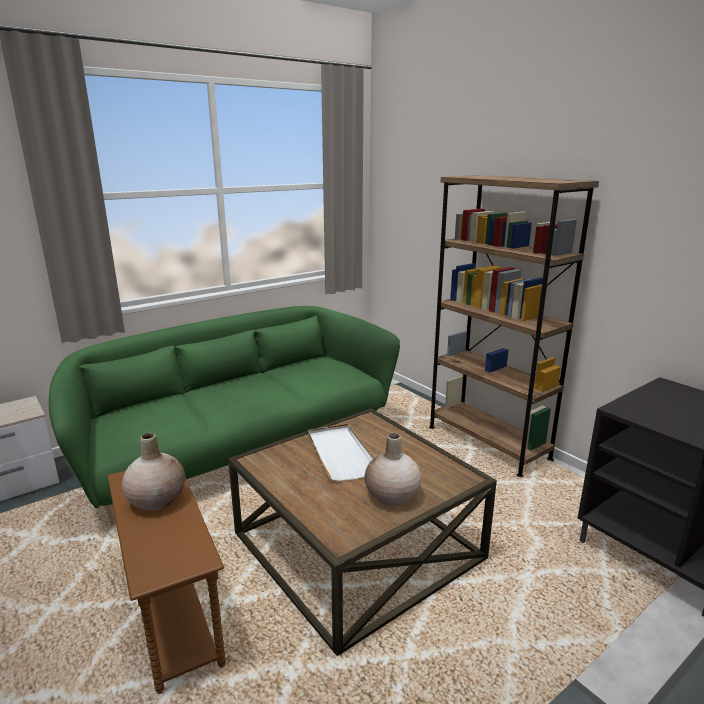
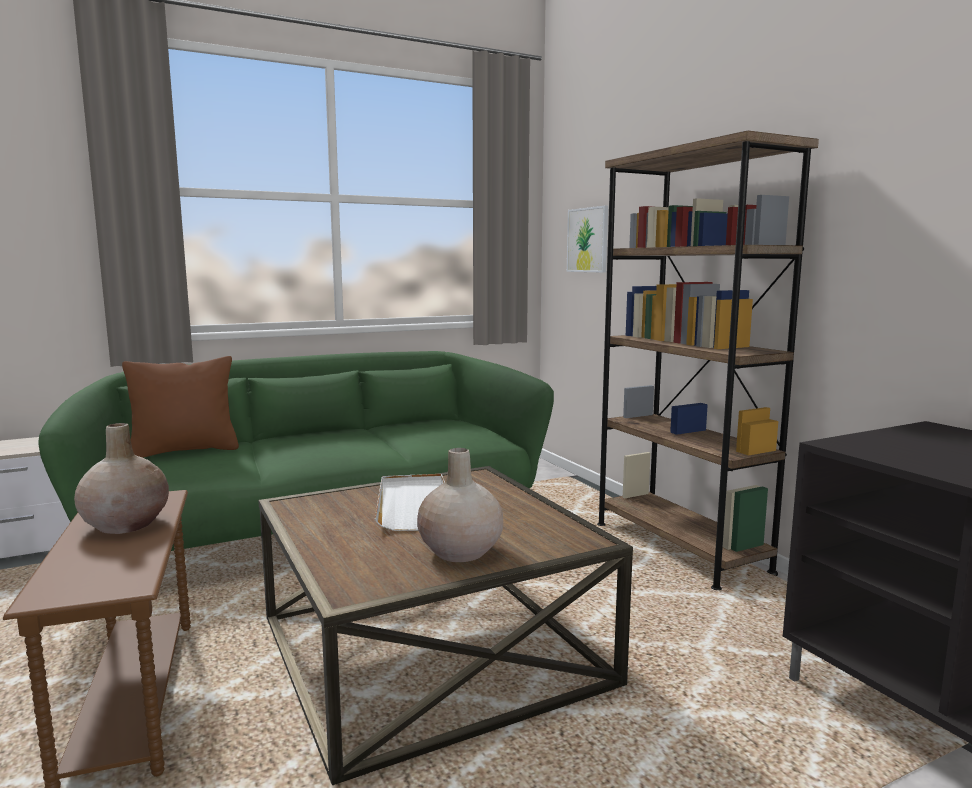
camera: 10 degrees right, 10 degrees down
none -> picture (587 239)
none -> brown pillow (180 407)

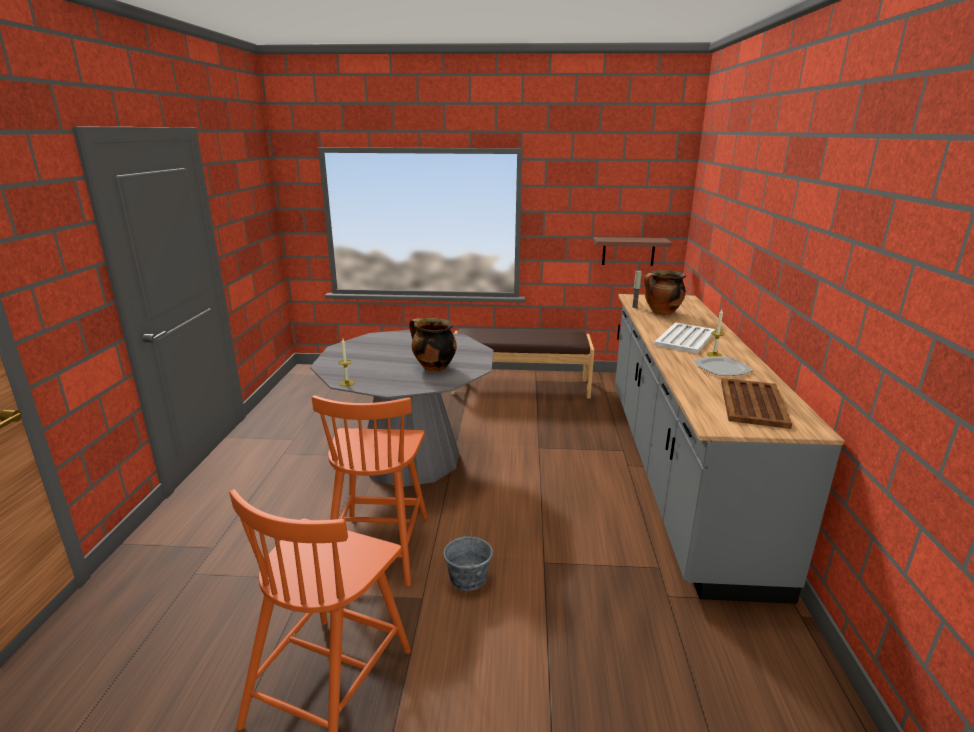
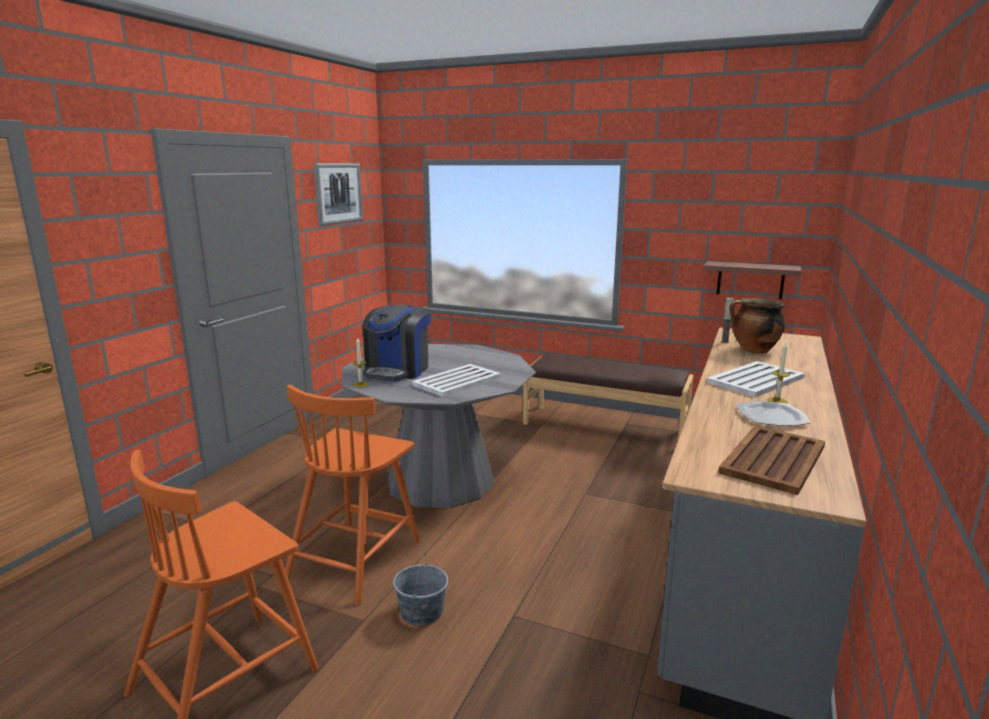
camera: 20 degrees right, 5 degrees down
cooking pot (433 345) -> white tray (456 380)
none -> picture (338 194)
none -> coffee machine (397 343)

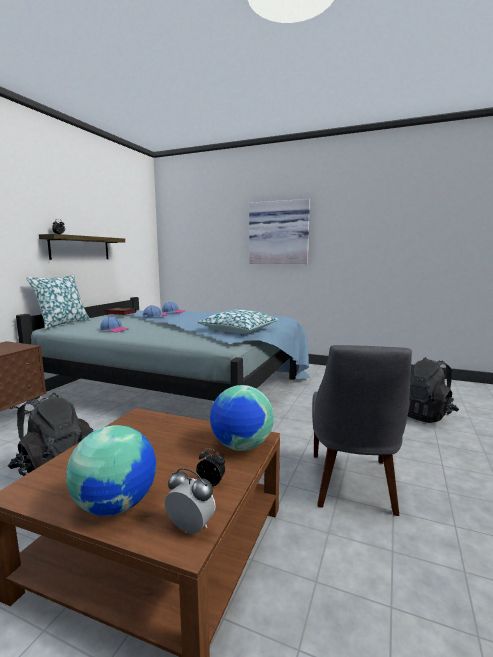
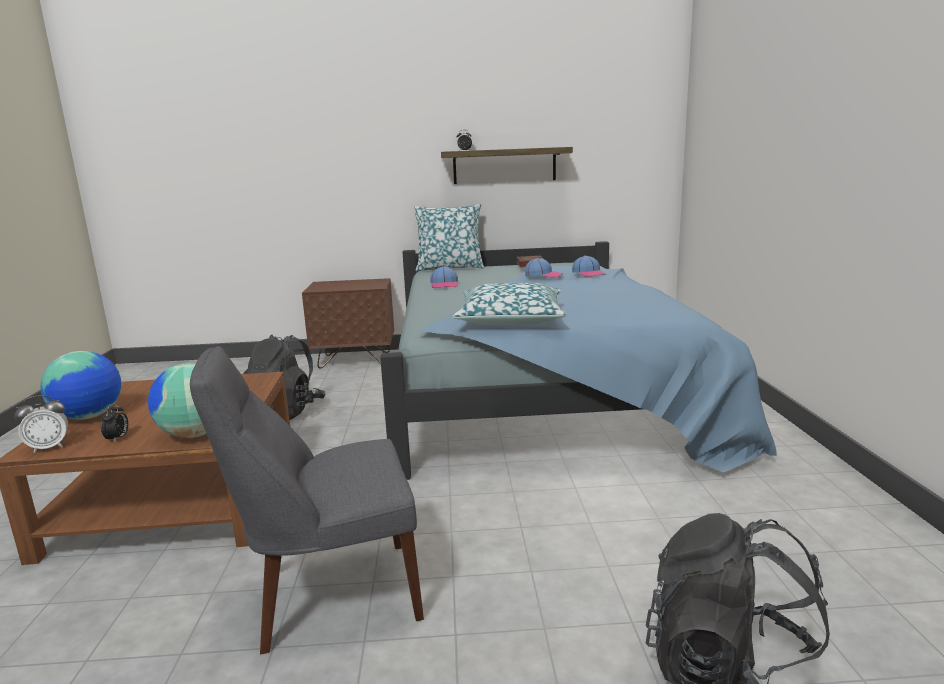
camera: 65 degrees right, 5 degrees up
picture (279 231) -> none
alarm clock (190 501) -> alarm clock (41 424), 60 degrees clockwise

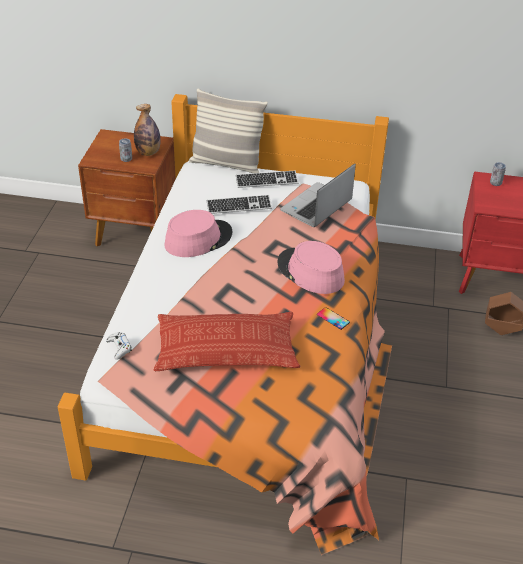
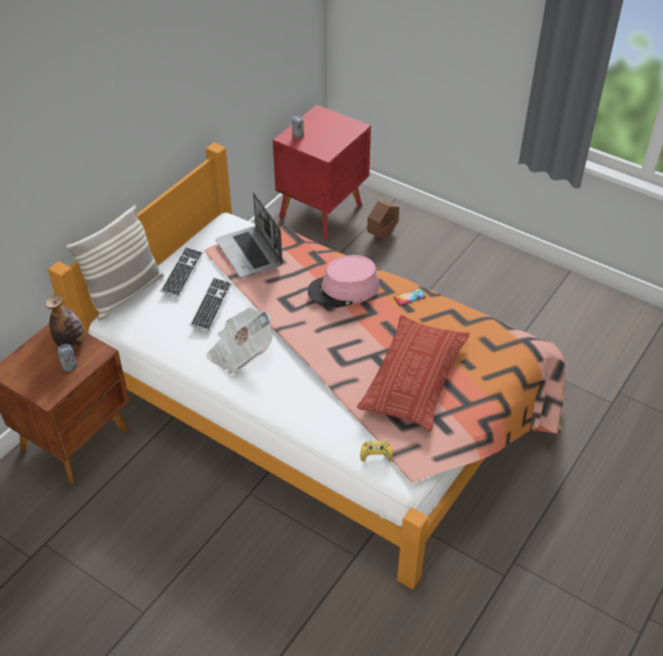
camera: 65 degrees left, 5 degrees up
pink hat (198 233) -> newspaper (240 341)
white game controller (119 346) -> yellow game controller (376 451)

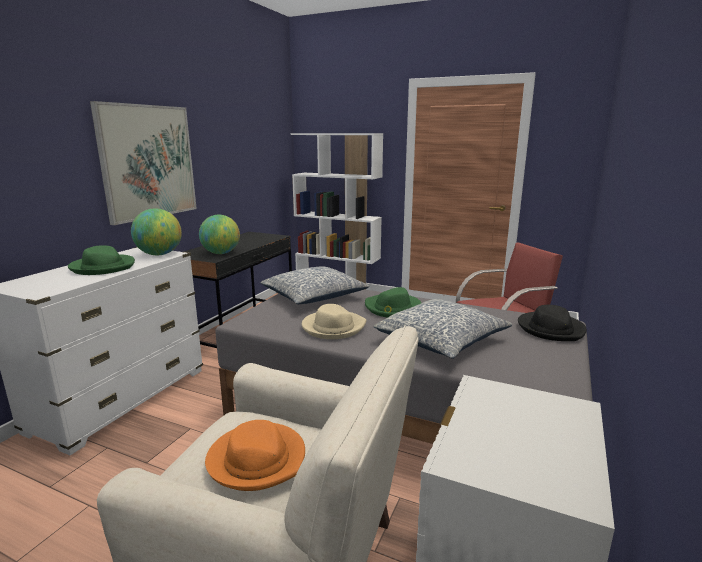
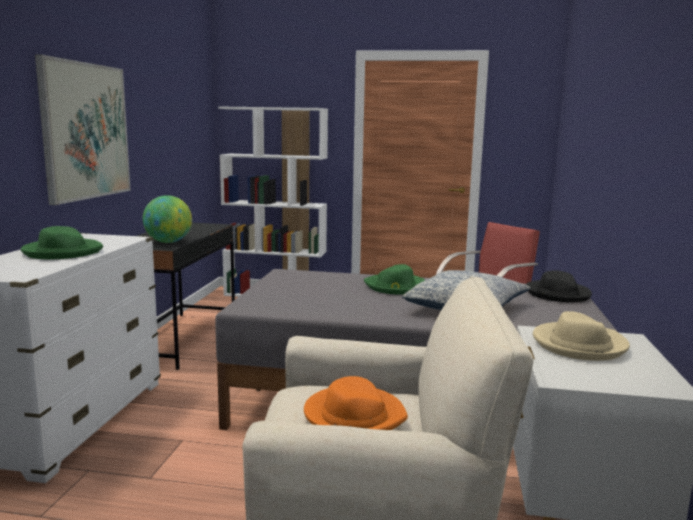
camera: 15 degrees left, 5 degrees down
globe (156 231) -> none
pillow (314 285) -> none
beige hat (334 321) -> beige hat (581 336), relocated

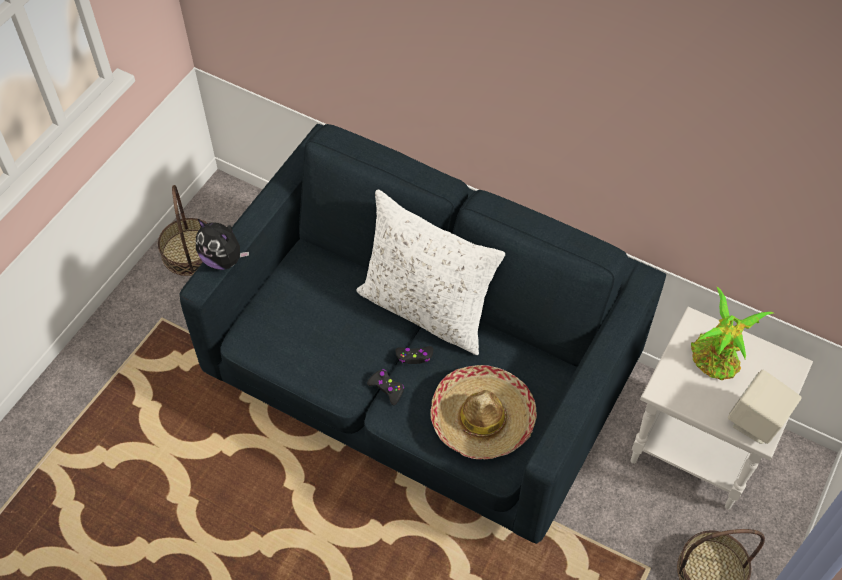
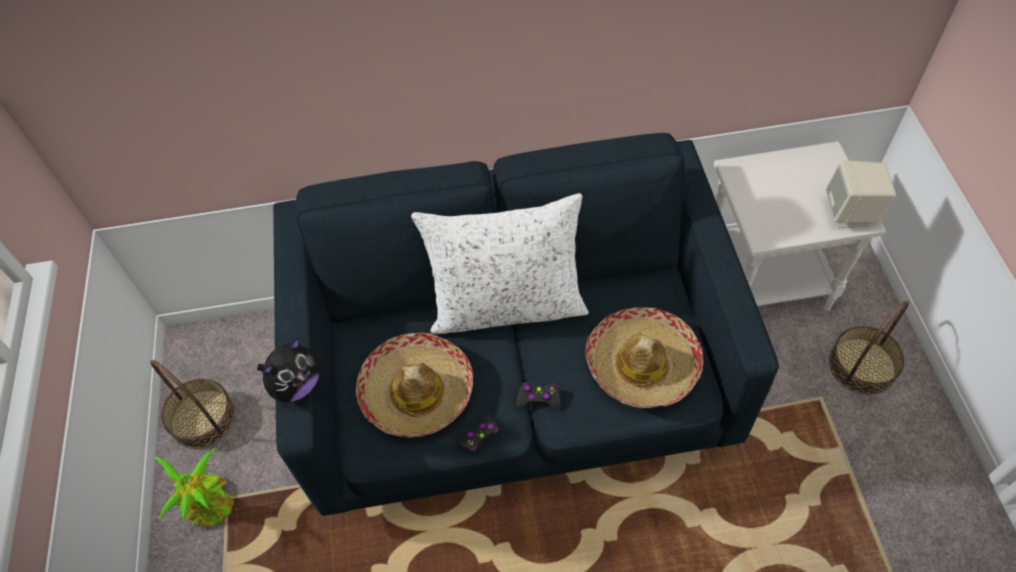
camera: 35 degrees left, 0 degrees up
plush toy (222 244) -> plush toy (288 370), 45 degrees counterclockwise
potted plant (732 333) -> potted plant (194 487), relocated
black game controller (414 355) -> black game controller (477 433), relocated
none -> hat (414 385)

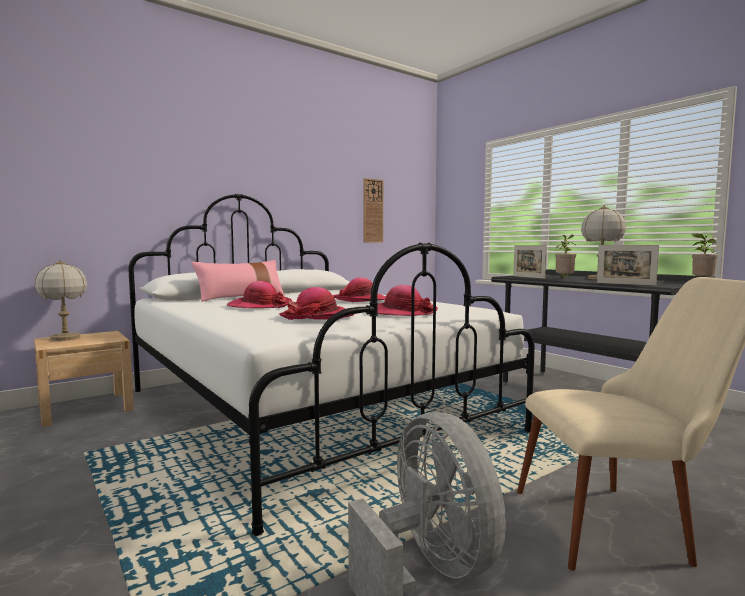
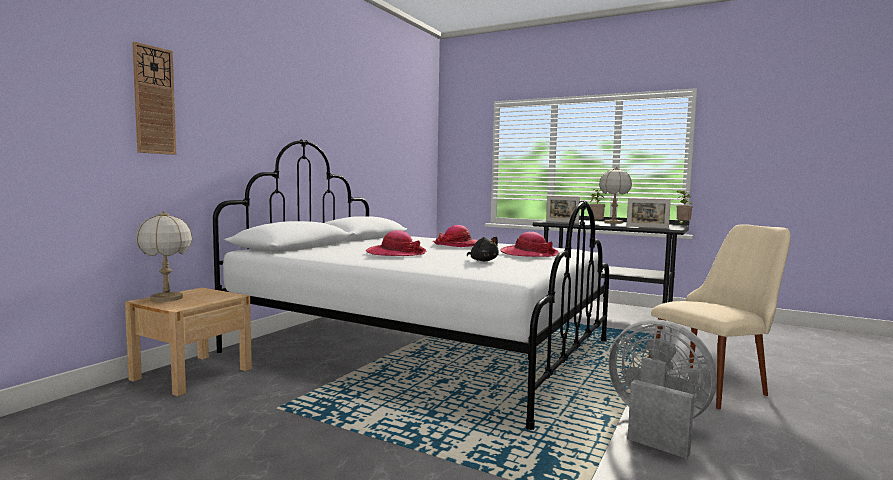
camera: 25 degrees left, 0 degrees up
wall clock (373 210) -> wall clock (154 98), relocated
pink pillow (238 281) -> none
hat (316 303) -> black plush toy (483 249)

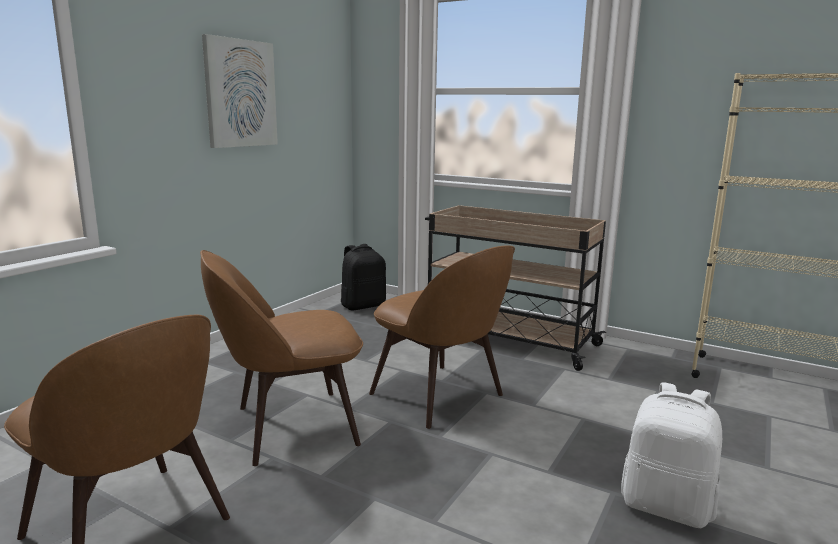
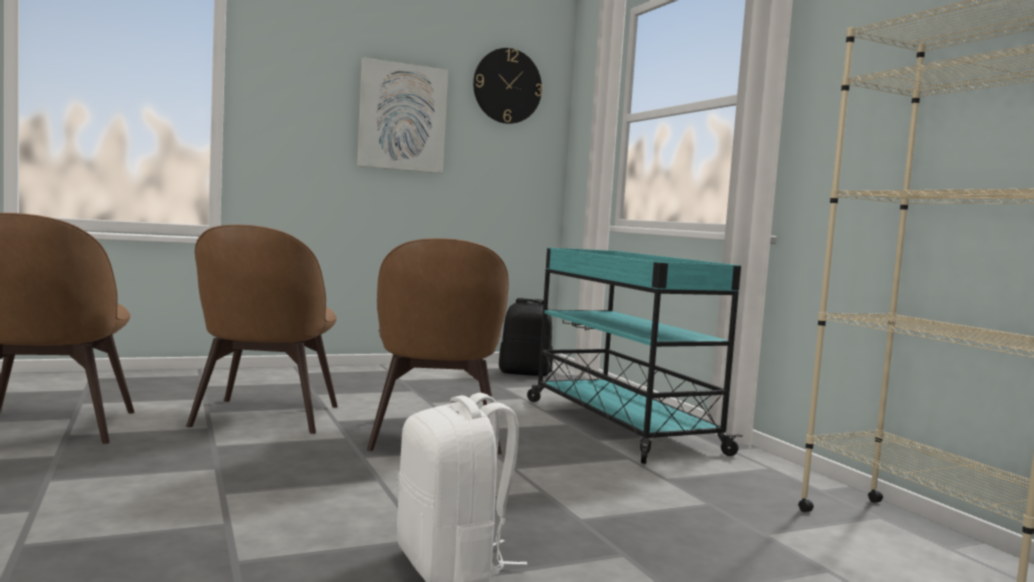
camera: 35 degrees right, 10 degrees down
beige cart (515 288) -> turquoise cart (635 356)
brown chair (281 358) -> brown chair (262 329), 105 degrees counterclockwise
none -> wall clock (507 86)

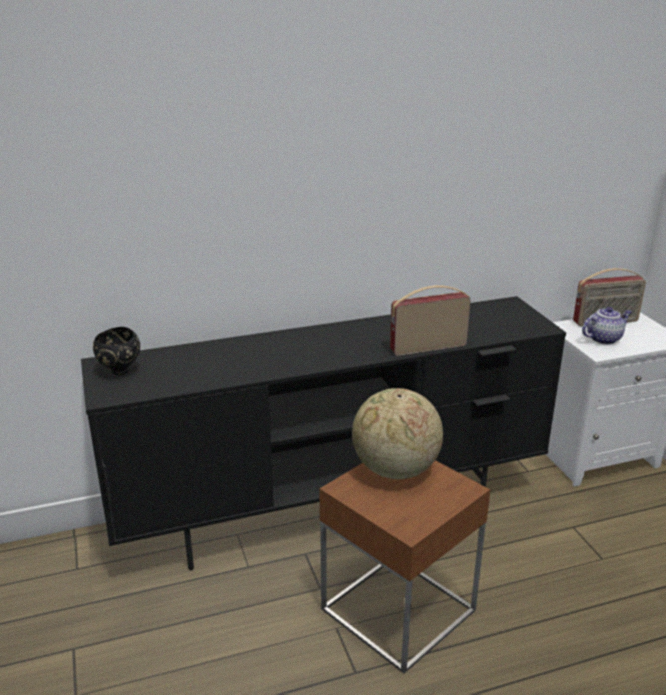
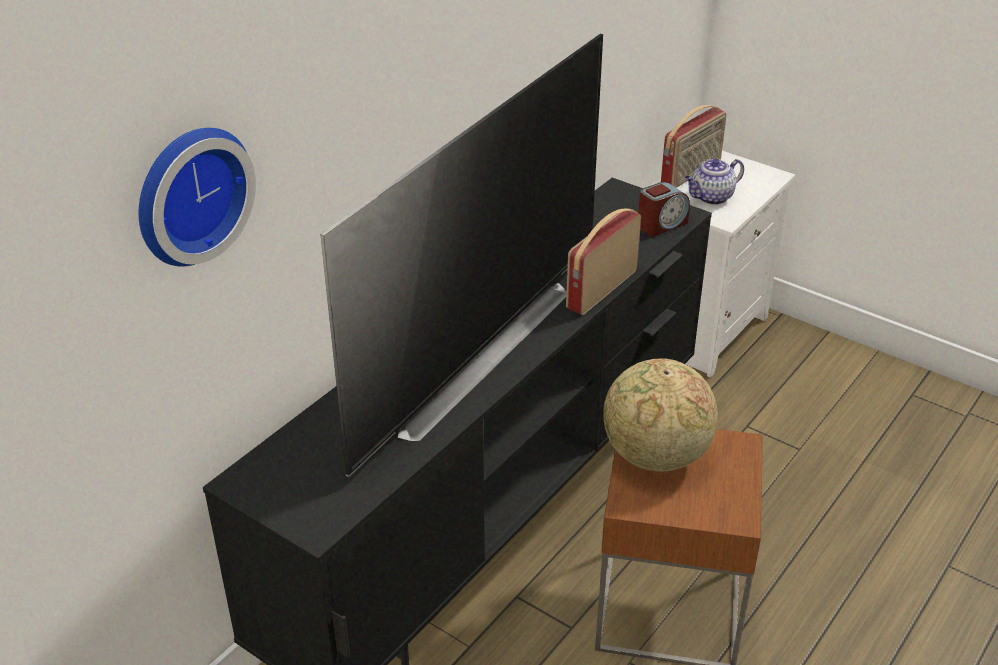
camera: 35 degrees left, 10 degrees up
teapot (607 325) -> teapot (714 181), 150 degrees counterclockwise
black bowl (116 351) -> none
none -> television (461 255)
none -> wall clock (197 197)
none -> alarm clock (664 209)

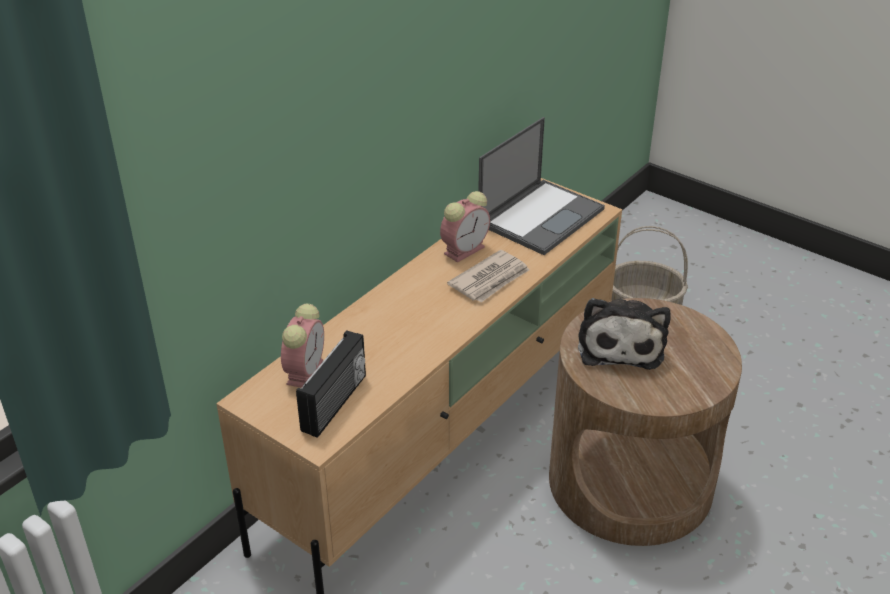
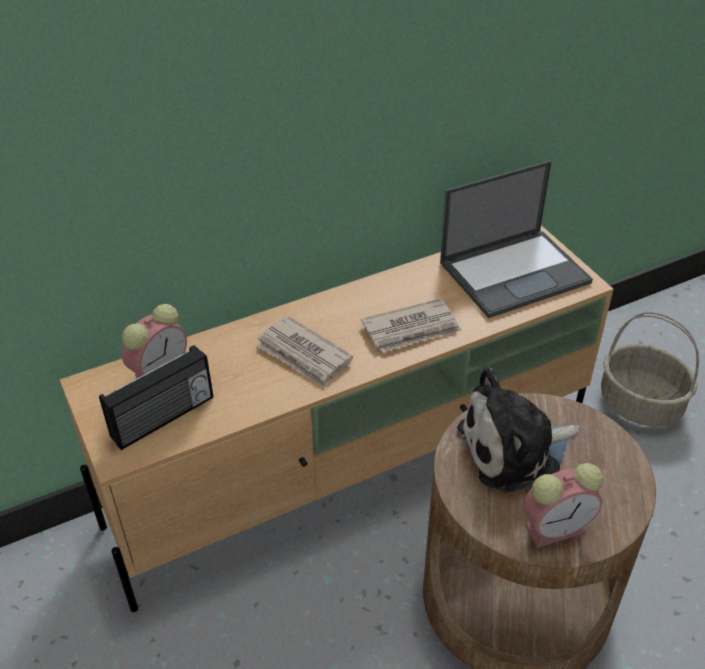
camera: 25 degrees right, 5 degrees up
alarm clock (465 227) -> alarm clock (563 505), relocated
plush toy (624 334) -> plush toy (518 430), 45 degrees clockwise
none -> newspaper (304 351)

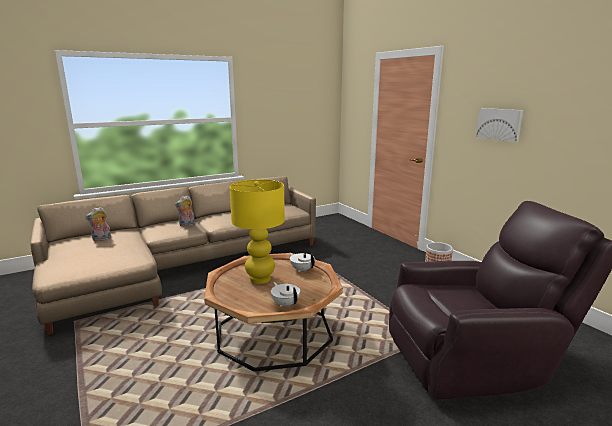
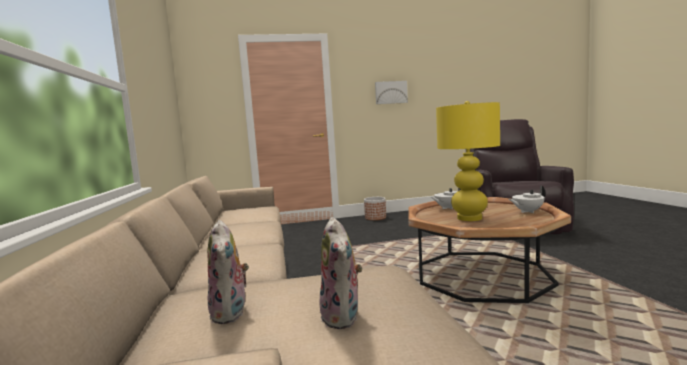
camera: 70 degrees left, 10 degrees down
plush toy (185 211) -> plush toy (340 273), relocated

